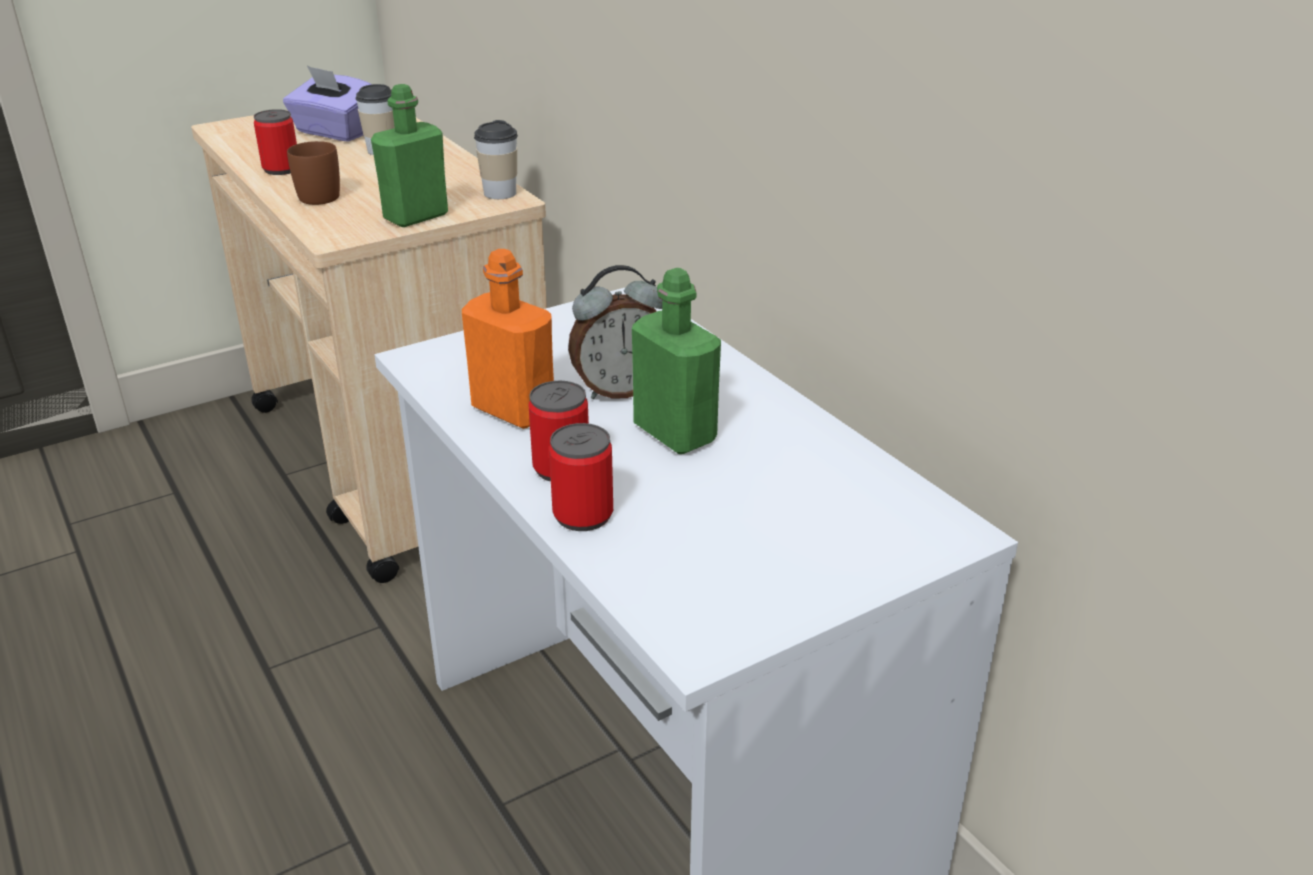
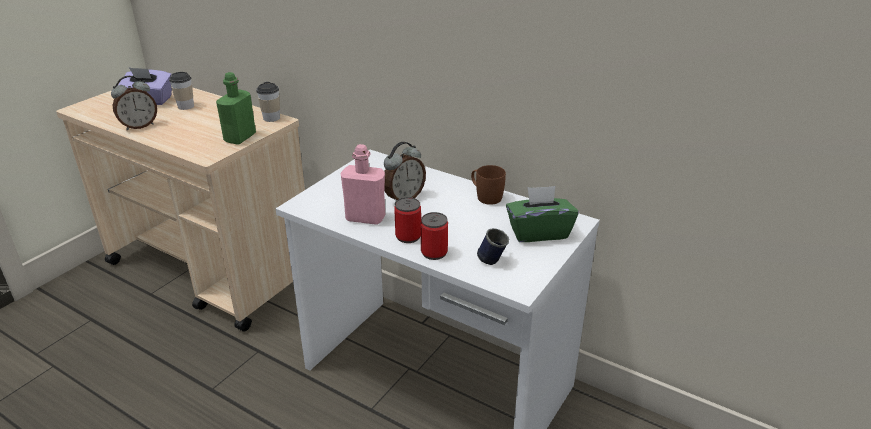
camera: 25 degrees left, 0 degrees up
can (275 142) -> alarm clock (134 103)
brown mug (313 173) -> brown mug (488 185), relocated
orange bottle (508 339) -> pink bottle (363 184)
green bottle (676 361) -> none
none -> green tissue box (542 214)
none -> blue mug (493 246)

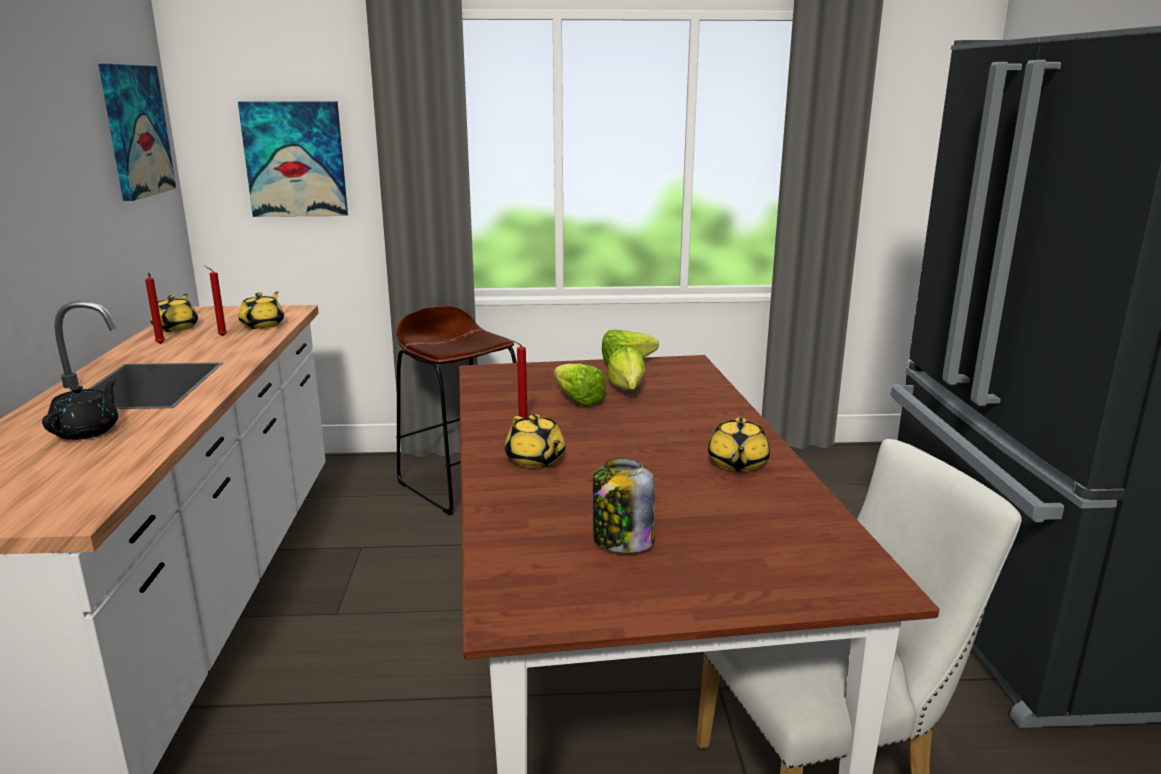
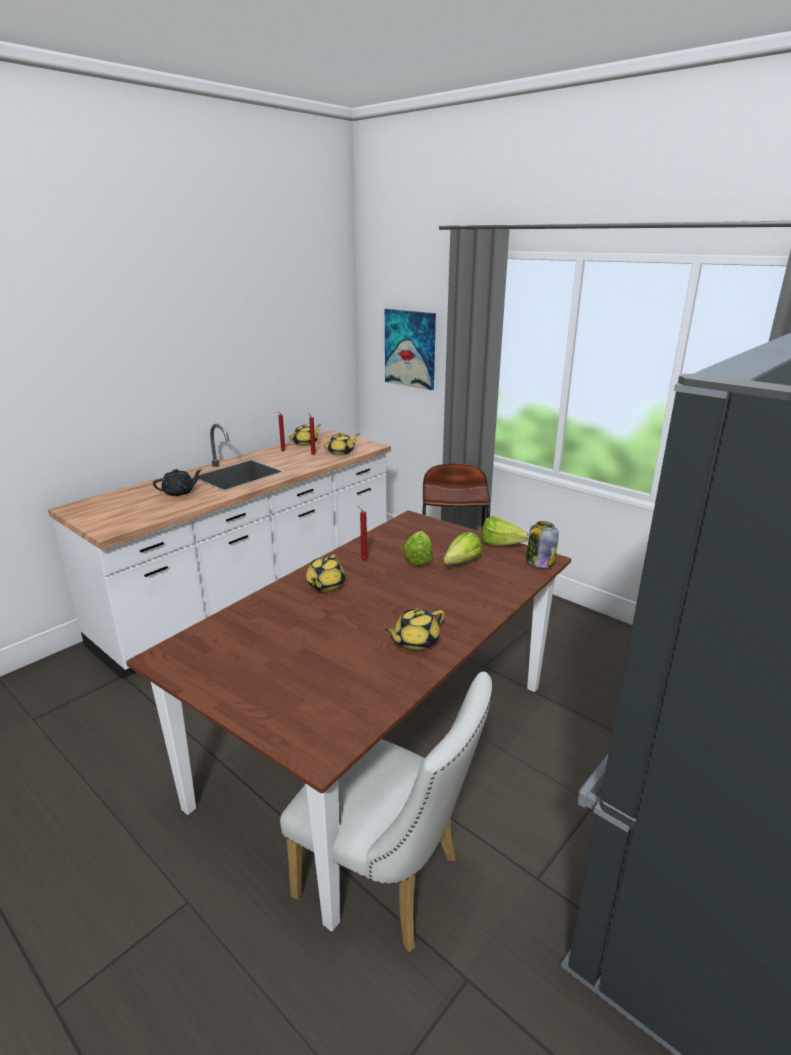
camera: 45 degrees right, 5 degrees up
picture (137 132) -> none
jar (624 505) -> jar (542 544), relocated

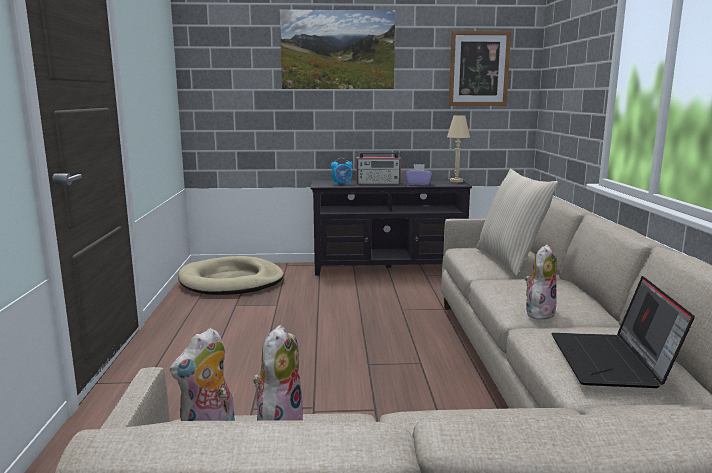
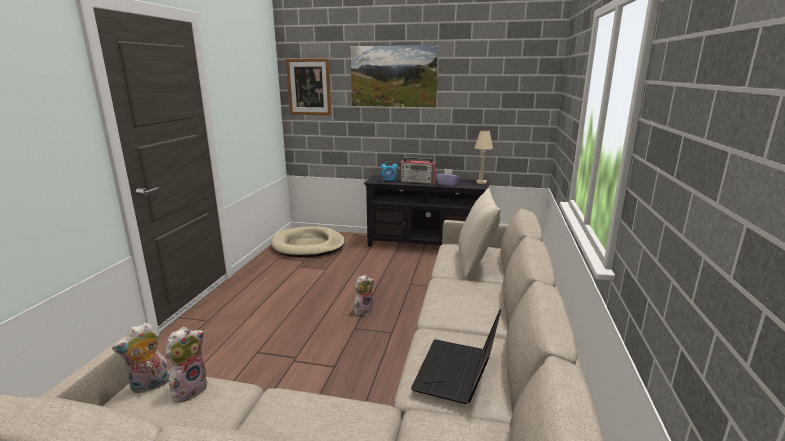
camera: 15 degrees right, 5 degrees up
picture (480 68) -> picture (308 86), relocated
plush toy (541 282) -> plush toy (364 295), relocated

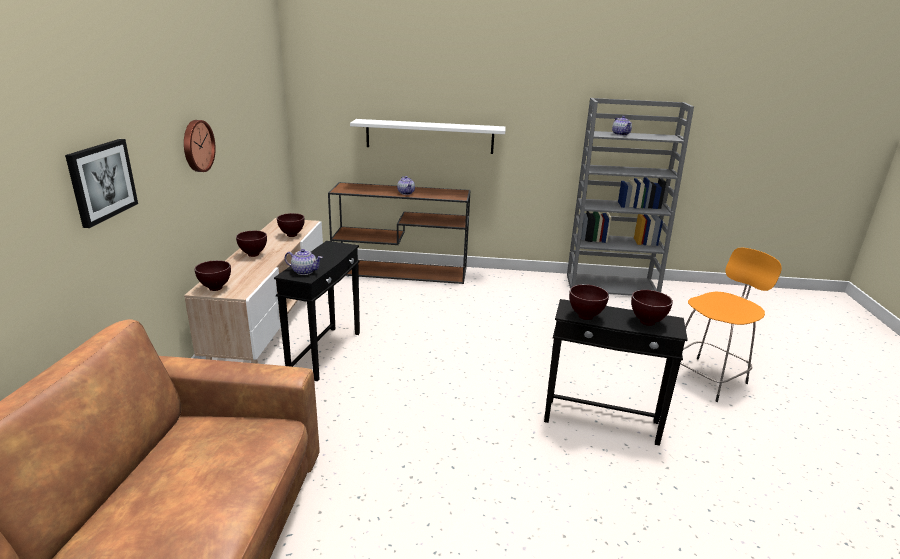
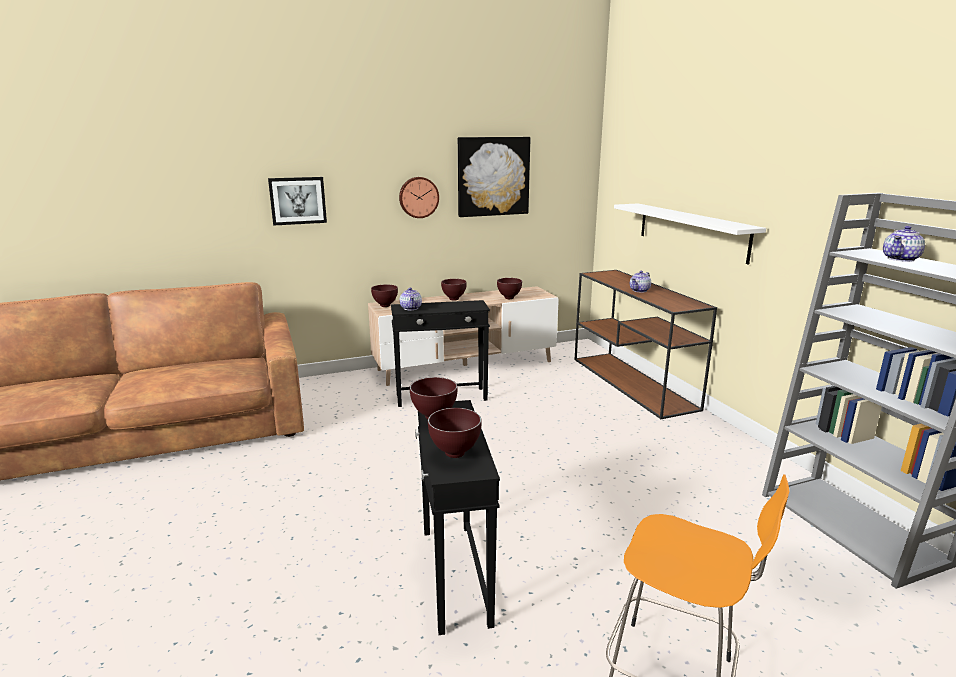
camera: 65 degrees right, 5 degrees down
none -> picture (494 177)

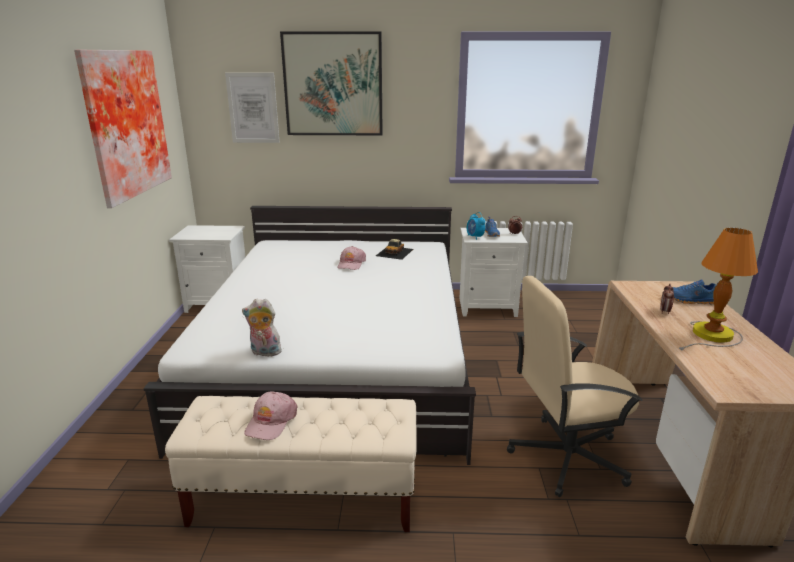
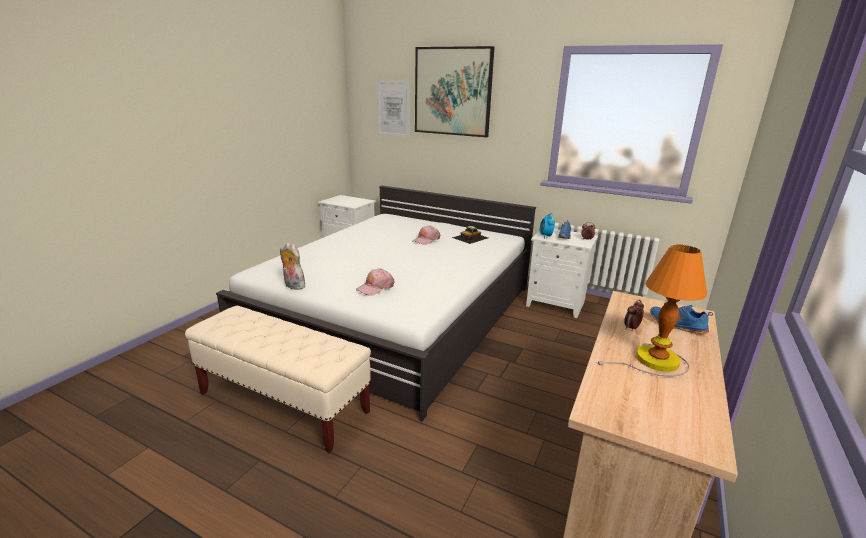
camera: 25 degrees right, 0 degrees up
picture (123 129) -> none
beige office chair (575 386) -> none
pink cap (270 415) -> pink cap (375 282), relocated

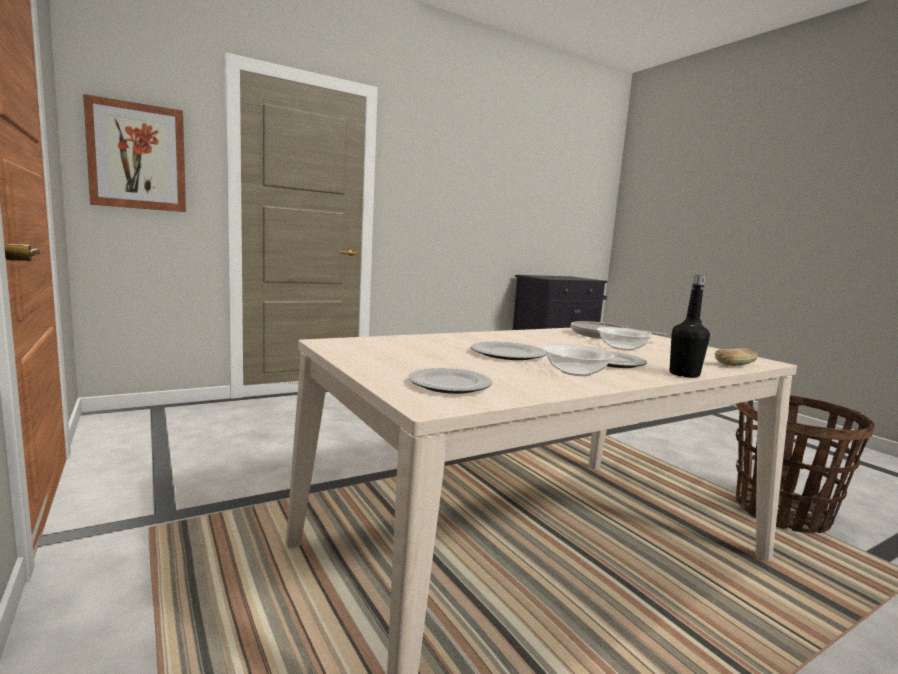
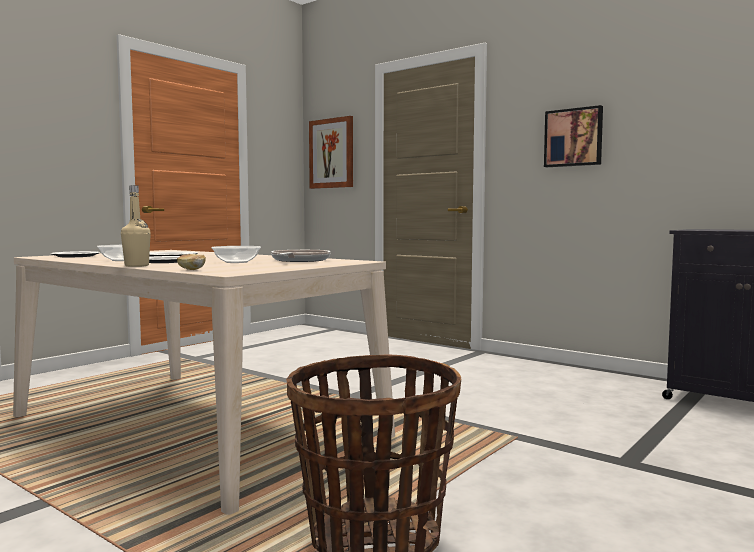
camera: 70 degrees right, 5 degrees down
black bottle (690 326) -> beige bottle (136 226)
none -> picture (573 136)

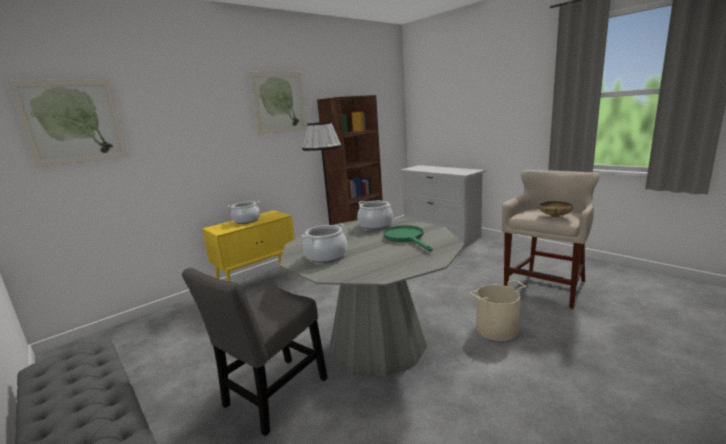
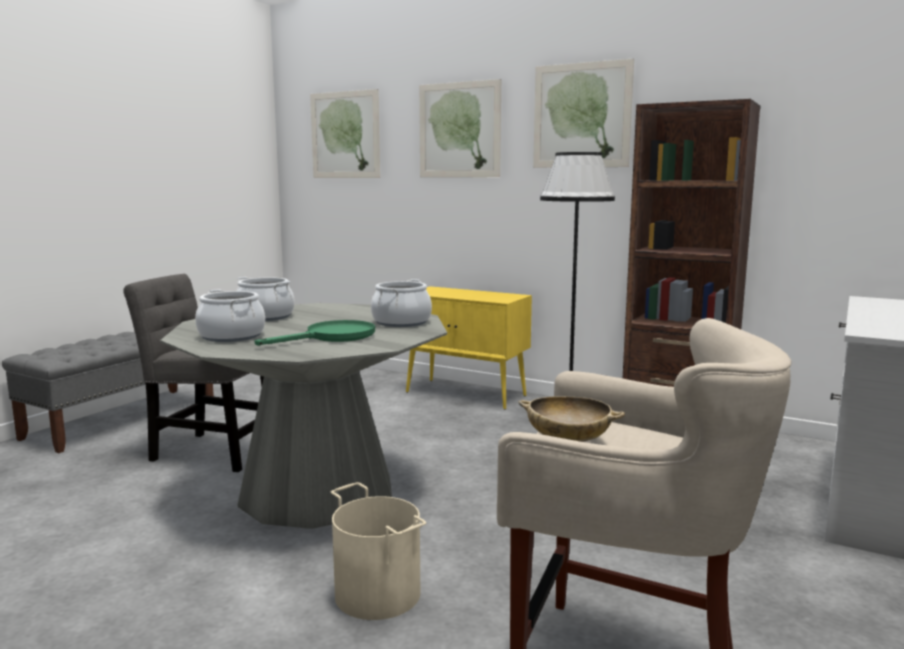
camera: 70 degrees right, 5 degrees down
cooking pot (244 212) -> cooking pot (230 315), relocated
none -> picture (460 128)

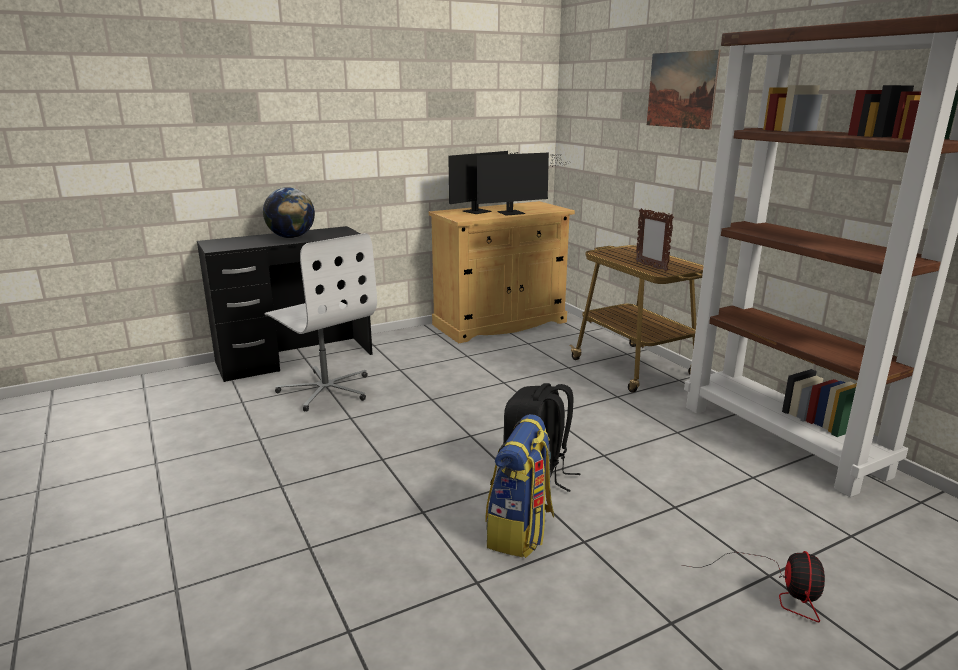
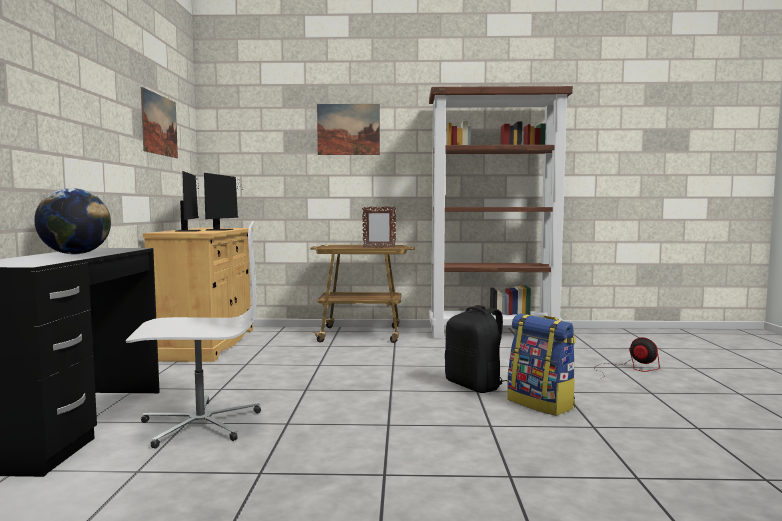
camera: 60 degrees left, 15 degrees down
none -> picture (159 122)

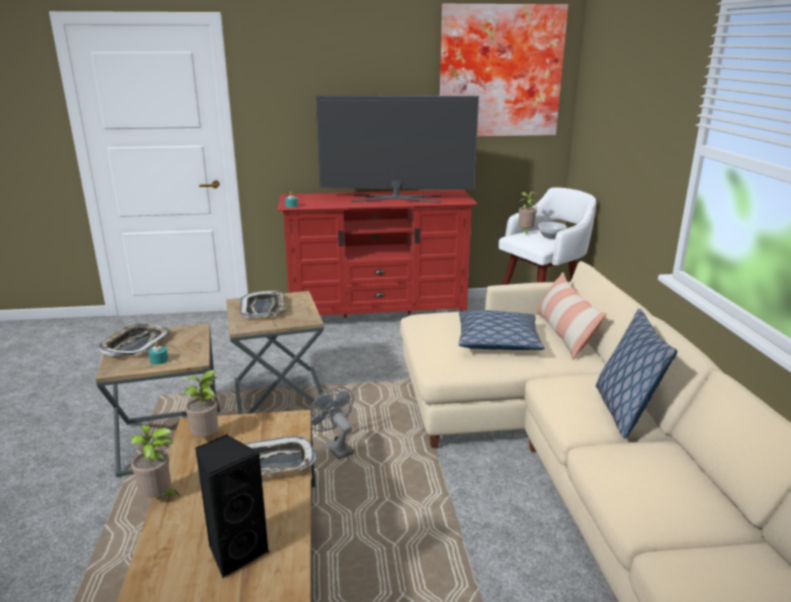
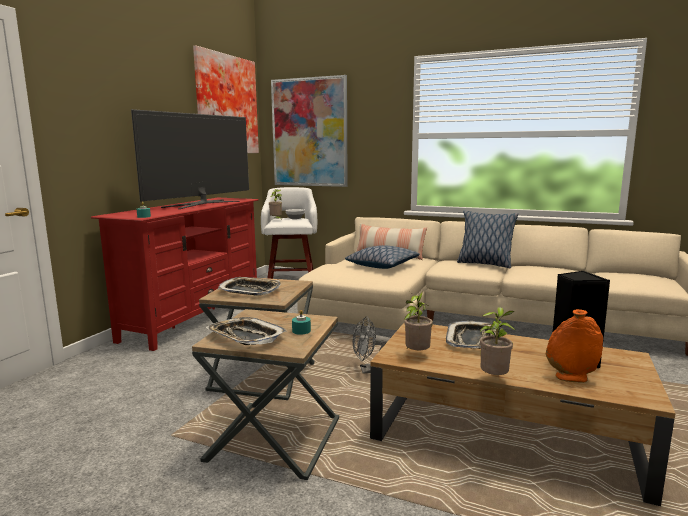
camera: 60 degrees left, 10 degrees down
none -> picture (309 131)
none -> orange vase (574 346)

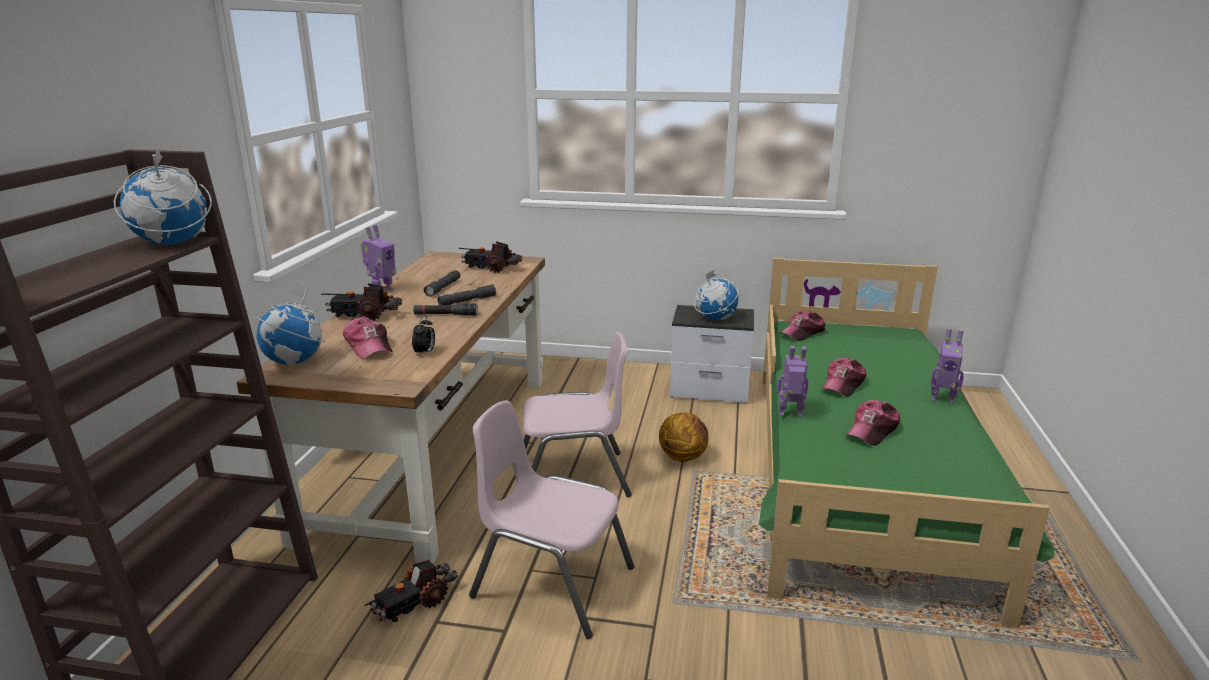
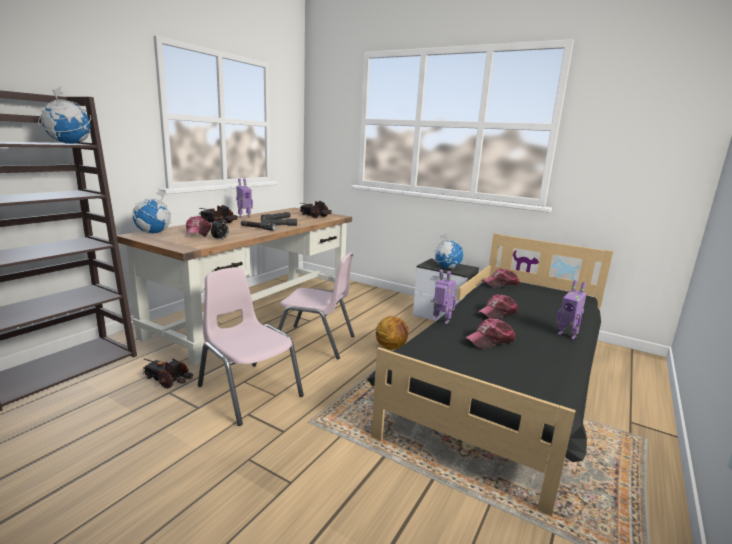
camera: 20 degrees right, 5 degrees down
green bed (907 443) -> black bed (490 374)
toy truck (411 591) -> toy truck (167 373), 45 degrees clockwise

